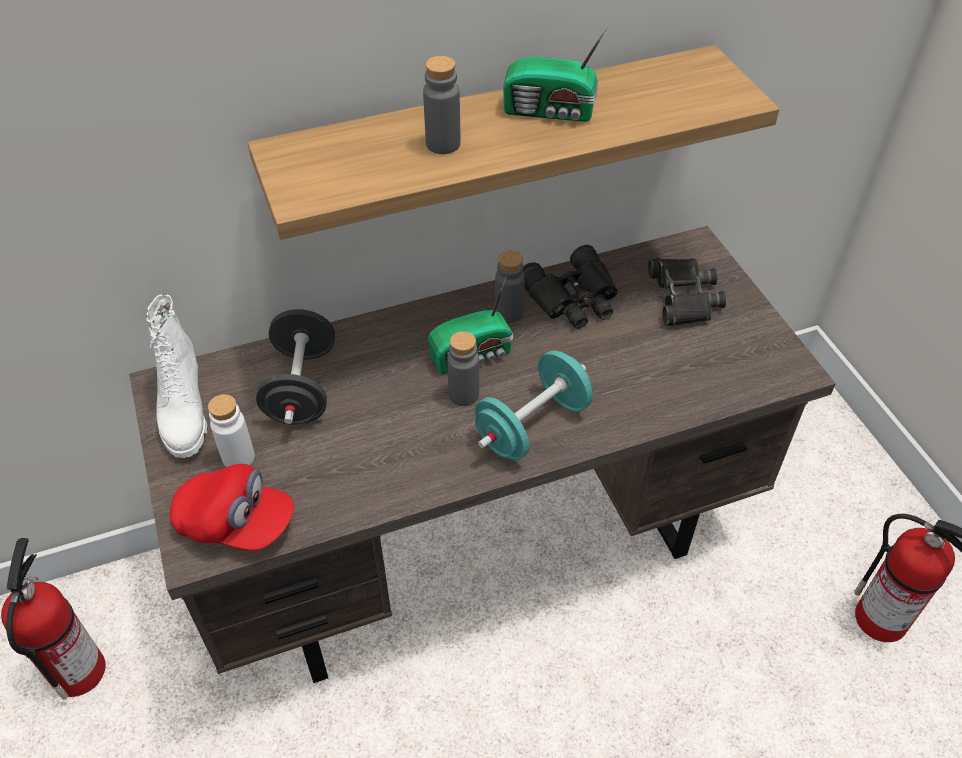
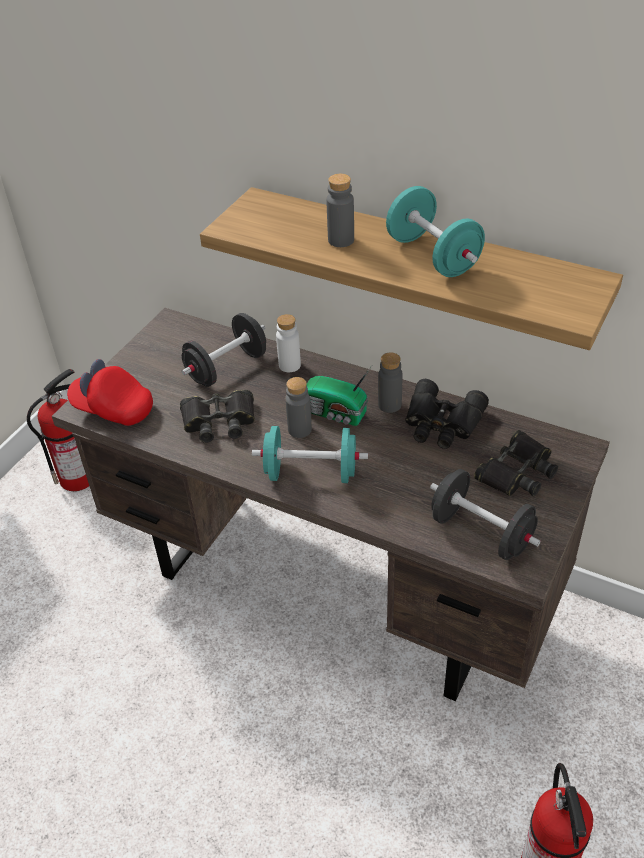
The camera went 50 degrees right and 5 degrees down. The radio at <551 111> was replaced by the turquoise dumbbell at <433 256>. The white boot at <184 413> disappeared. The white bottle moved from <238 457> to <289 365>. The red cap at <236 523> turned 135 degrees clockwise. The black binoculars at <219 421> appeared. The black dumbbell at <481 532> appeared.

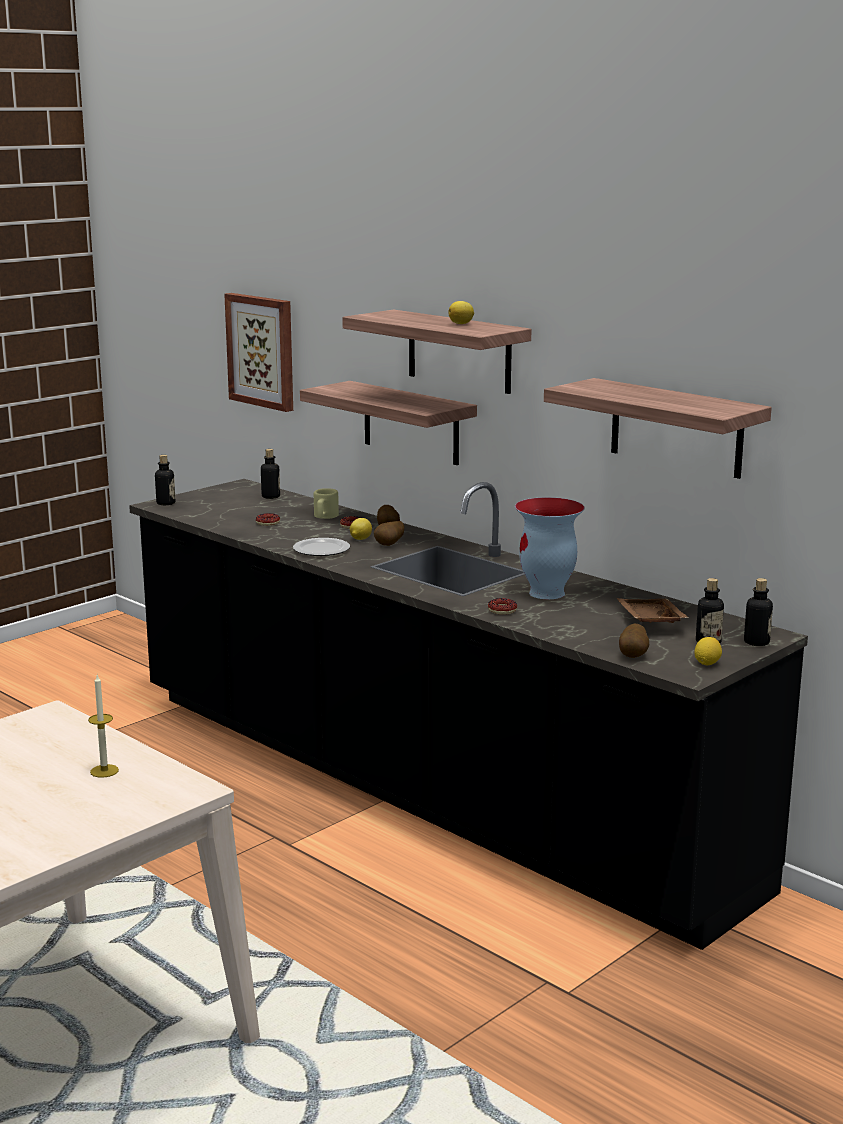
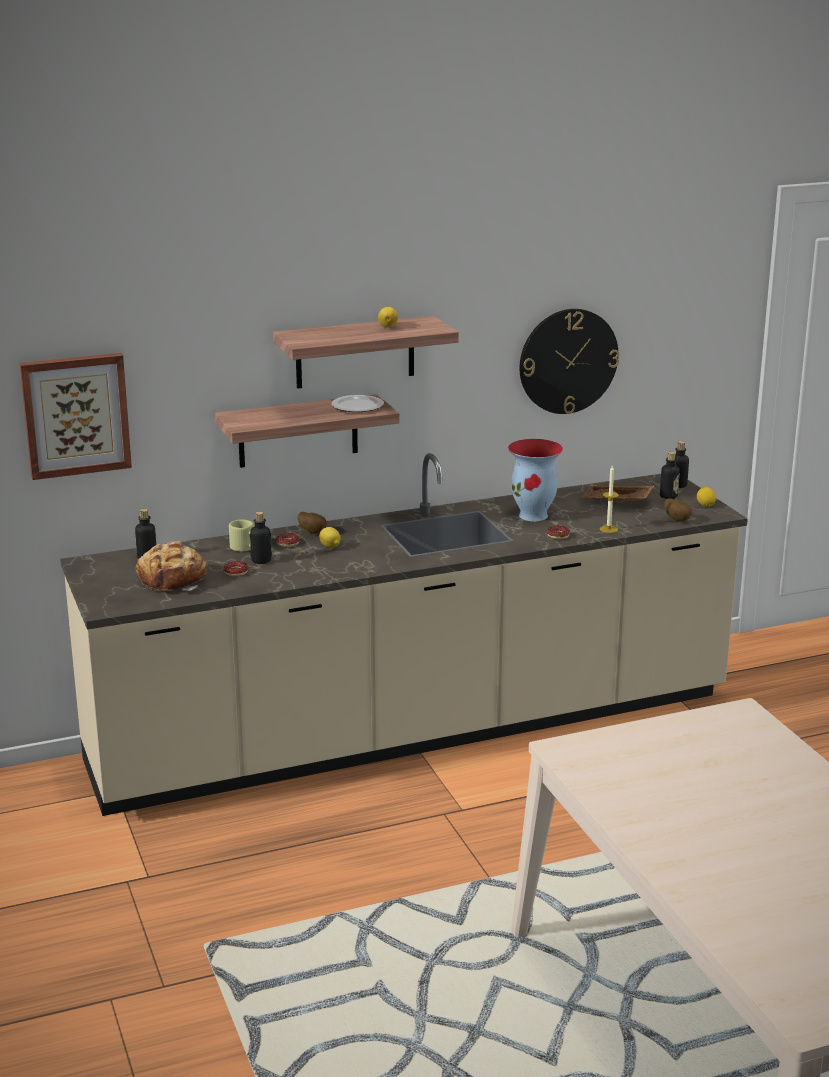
The camera went 65 degrees left and 5 degrees up. The shelf at <676 428> was replaced by the wall clock at <568 361>. The bottle moved from <166 503> to <261 560>. The black counter at <421 788> became the beige counter at <414 732>. The potato at <390 545> disappeared. The plate moved from <320 550> to <357 406>. The candle moved from <104 771> to <608 529>. The bread at <173 580> appeared.

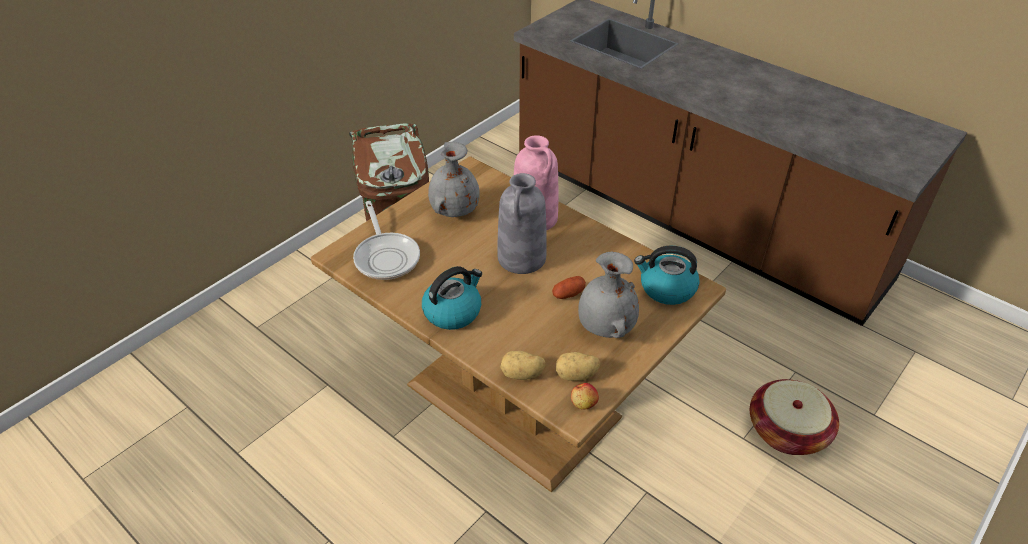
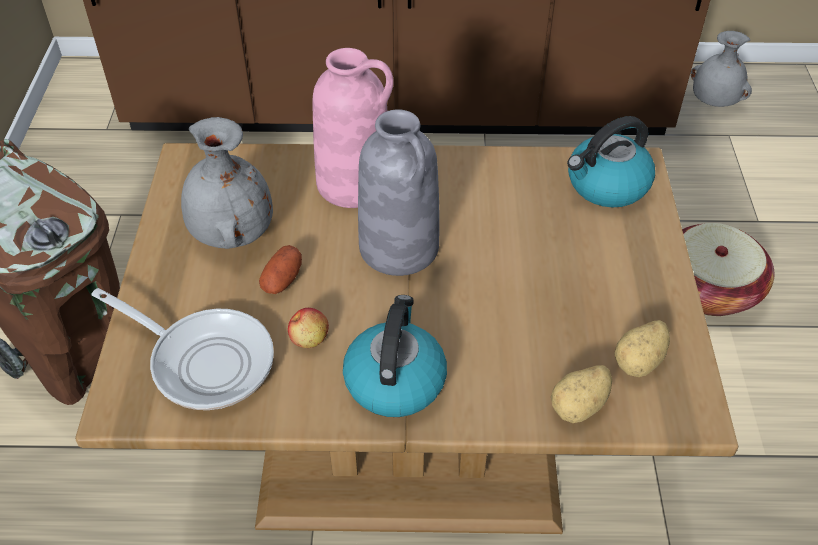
The camera went 40 degrees left and 5 degrees up. The grey vase moved from <605 327> to <714 102>. The potato moved from <568 294> to <282 280>. The apple moved from <583 403> to <309 338>.

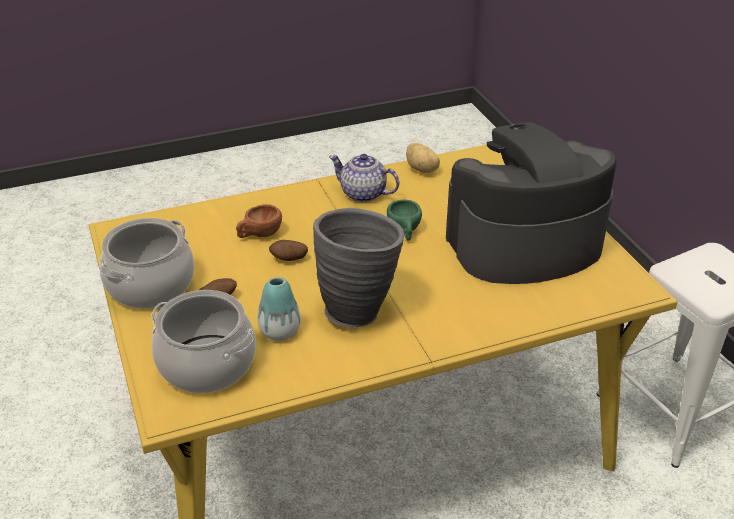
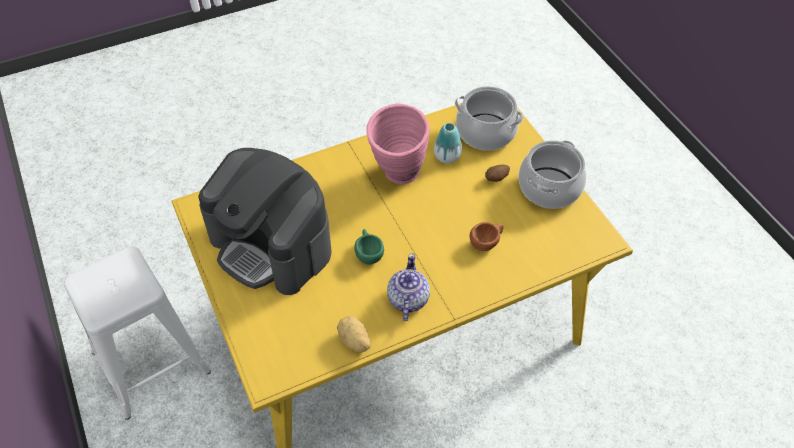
The camera went 175 degrees right and 15 degrees up. The coffee machine at <523 244> turned 60 degrees clockwise. The teapot at <363 194> turned 105 degrees counterclockwise. The grey vase at <358 309> became the pink vase at <397 177>. The potato at <289 259> disappeared.

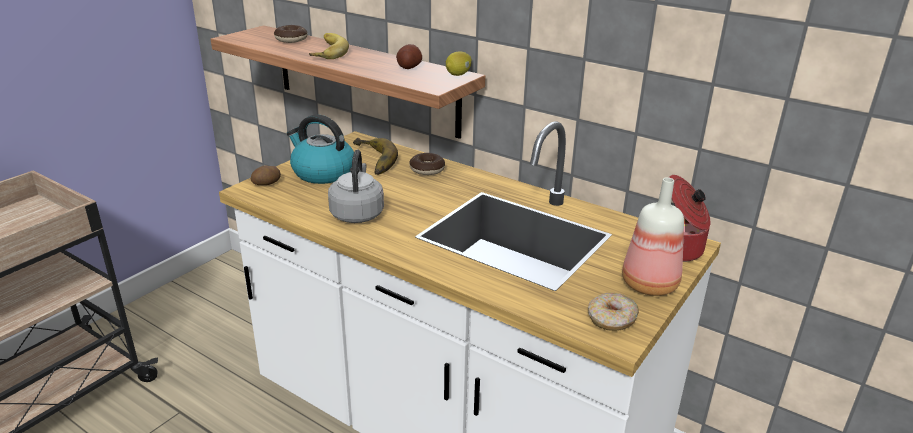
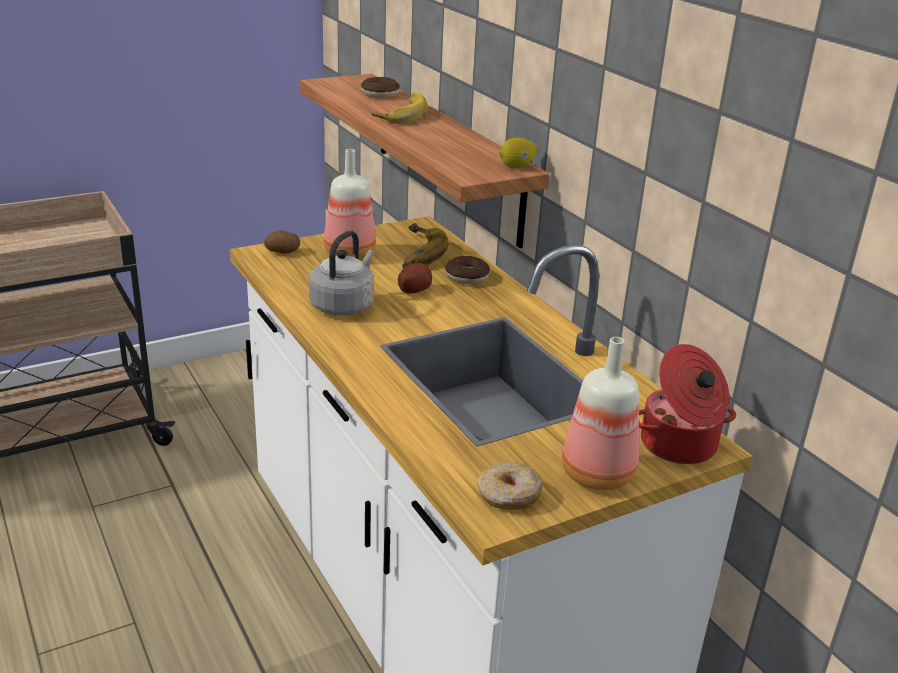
The camera went 25 degrees right and 0 degrees up. The potato moved from <409 67> to <414 290>. The kettle at <322 172> was replaced by the bottle at <349 253>.

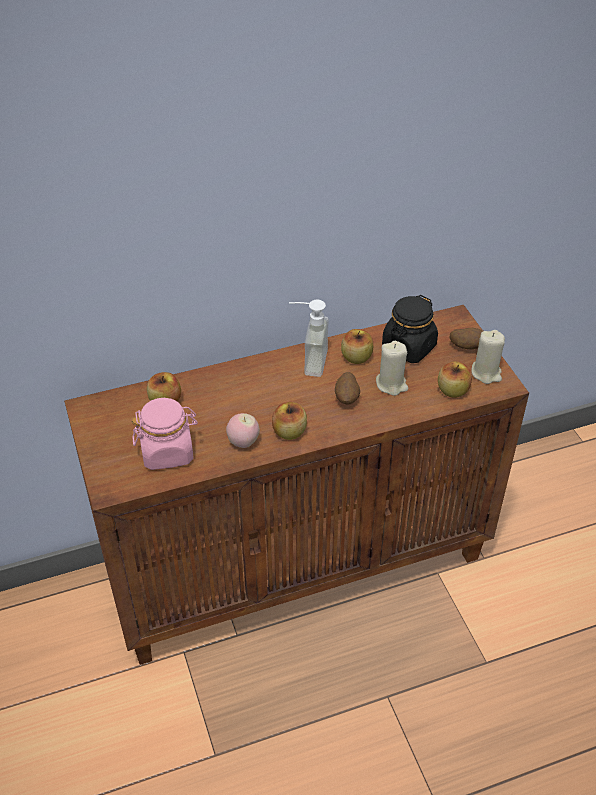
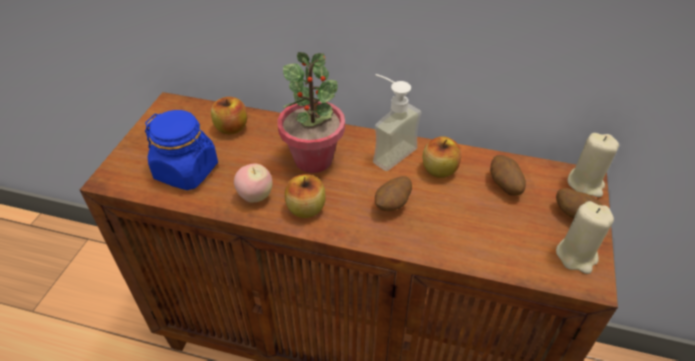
The camera went 35 degrees right and 0 degrees up. The black jar at <408 348> was replaced by the potato at <504 185>. The beige candle moved from <391 384> to <585 184>. The apple at <452 390> disappeared. The pink jar at <168 452> became the blue jar at <187 171>. The potted plant at <314 159> appeared.

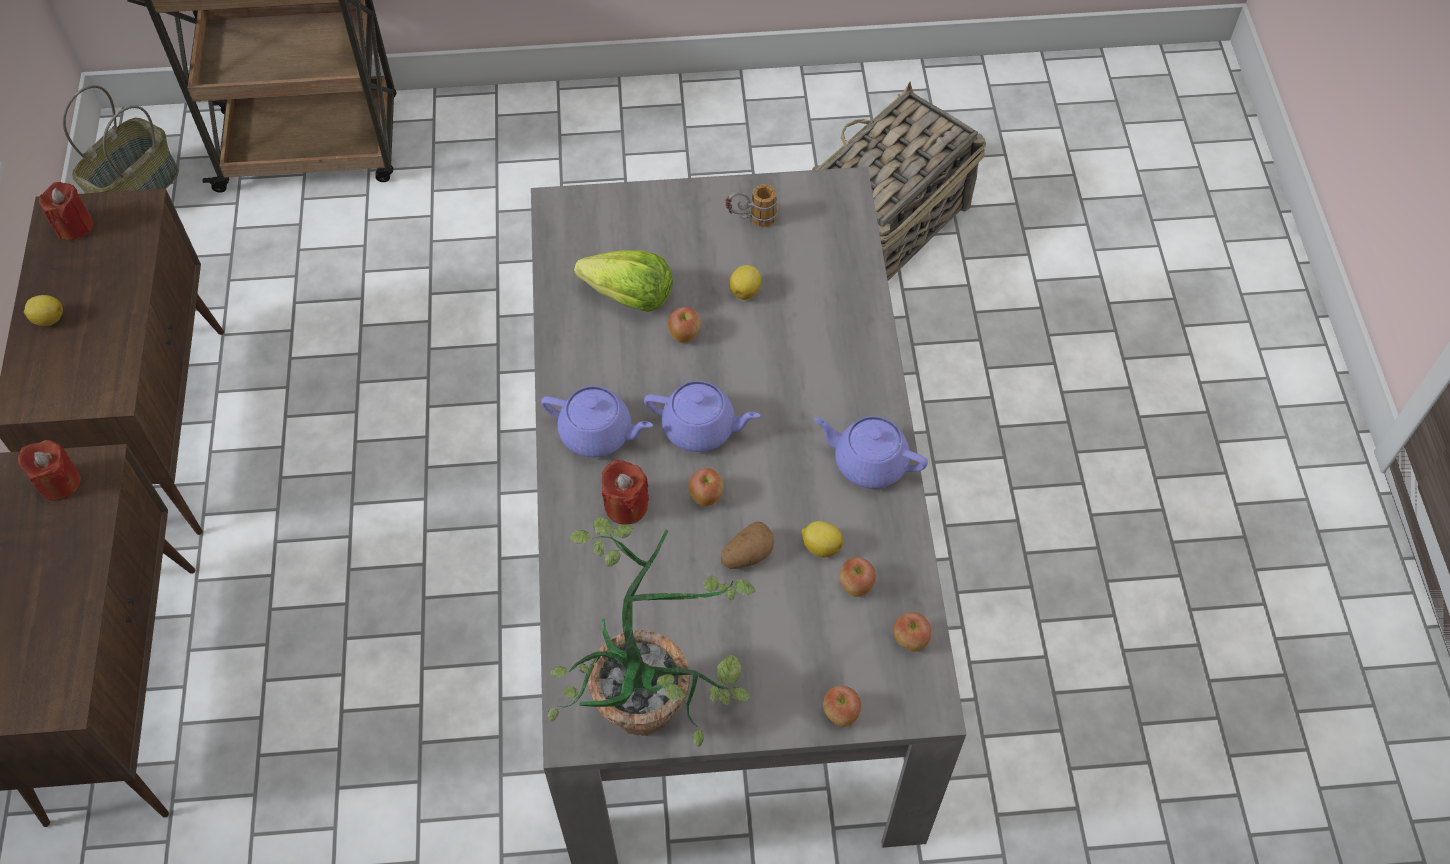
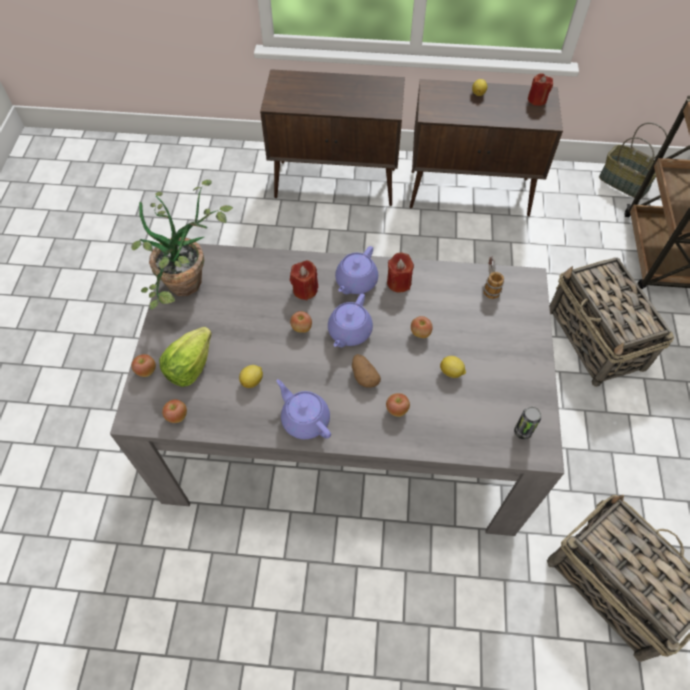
The camera went 100 degrees right and 0 degrees up. The mug moved from <751 220> to <490 285>. The lettuce moved from <629 297> to <190 366>. The purple teapot at <868 462> turned 75 degrees counterclockwise. The red candle moved from <59 483> to <399 282>. The potato moved from <746 555> to <364 376>. The apple moved from <855 585> to <397 410>. The basket at <596 340> appeared. The can at <522 431> appeared.

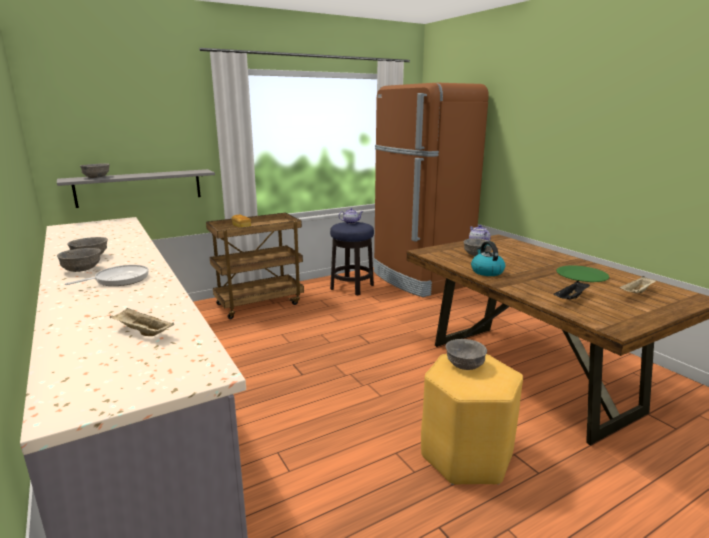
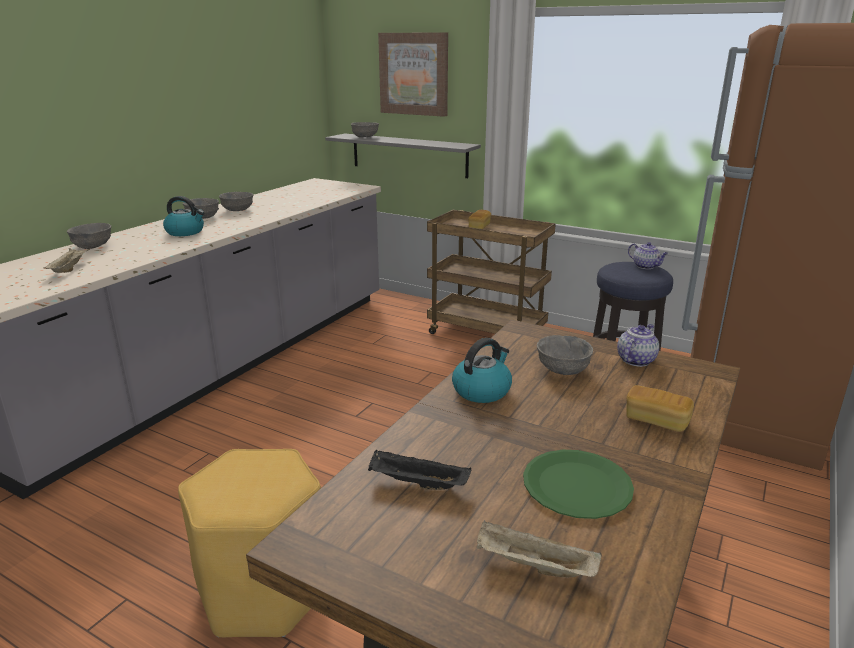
The camera went 60 degrees right and 5 degrees up. The frying pan at <119 279> was replaced by the kettle at <186 232>. The grey bowl moved from <465 365> to <93 246>. The picture at <414 74> appeared. The bread at <656 420> appeared.

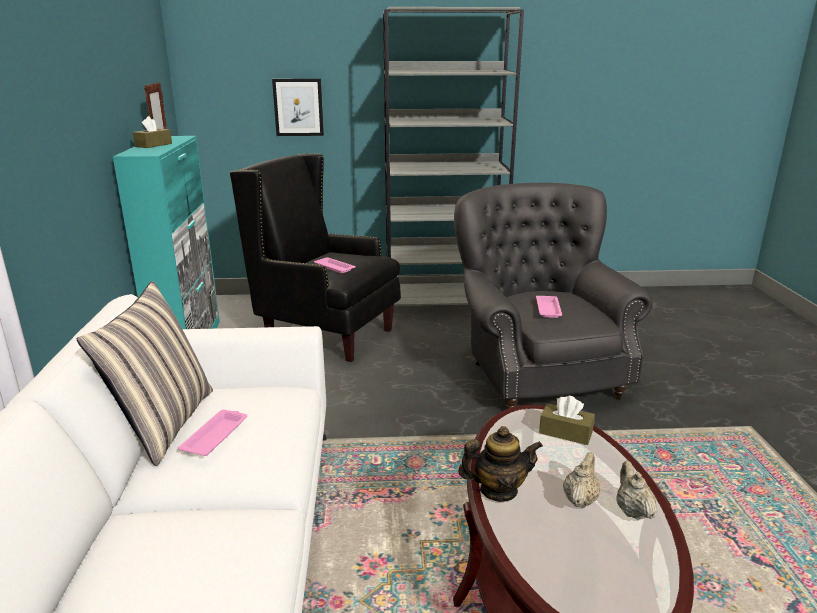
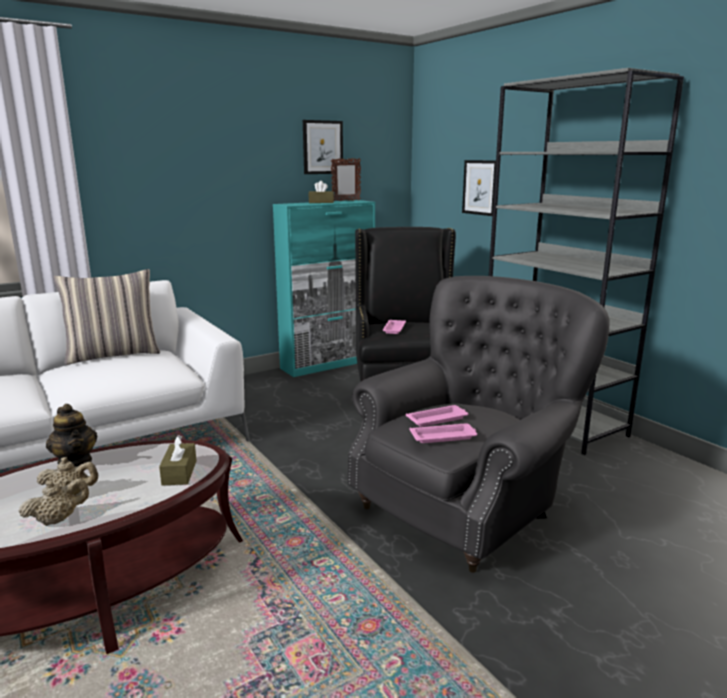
The camera went 60 degrees right and 5 degrees down. The pink tray moved from <216 436> to <444 437>. The picture at <322 147> appeared.

